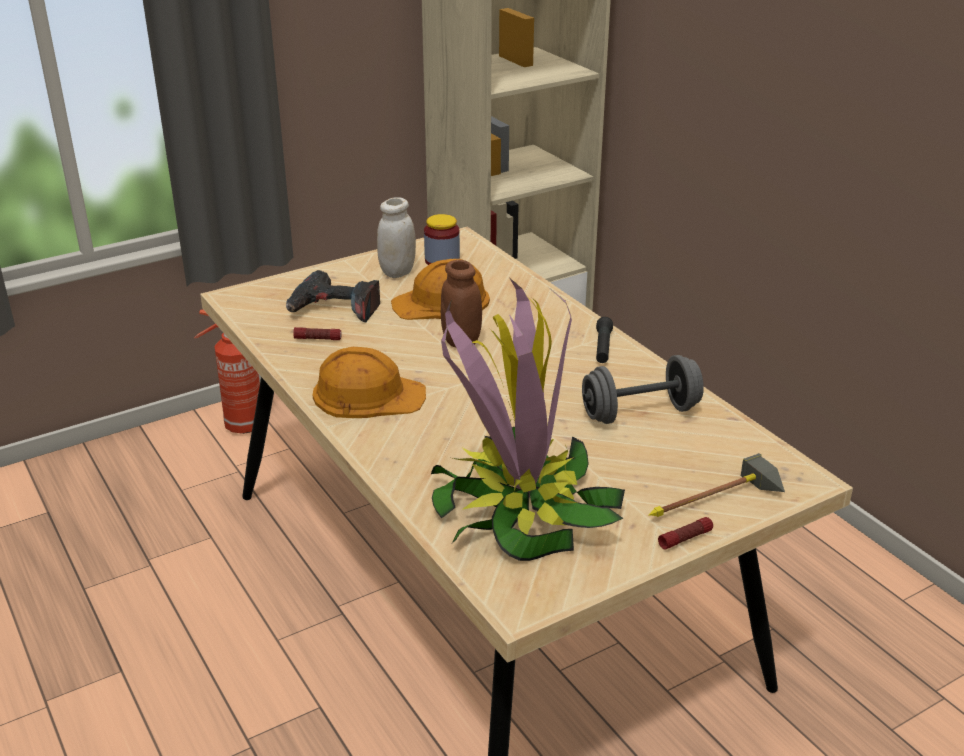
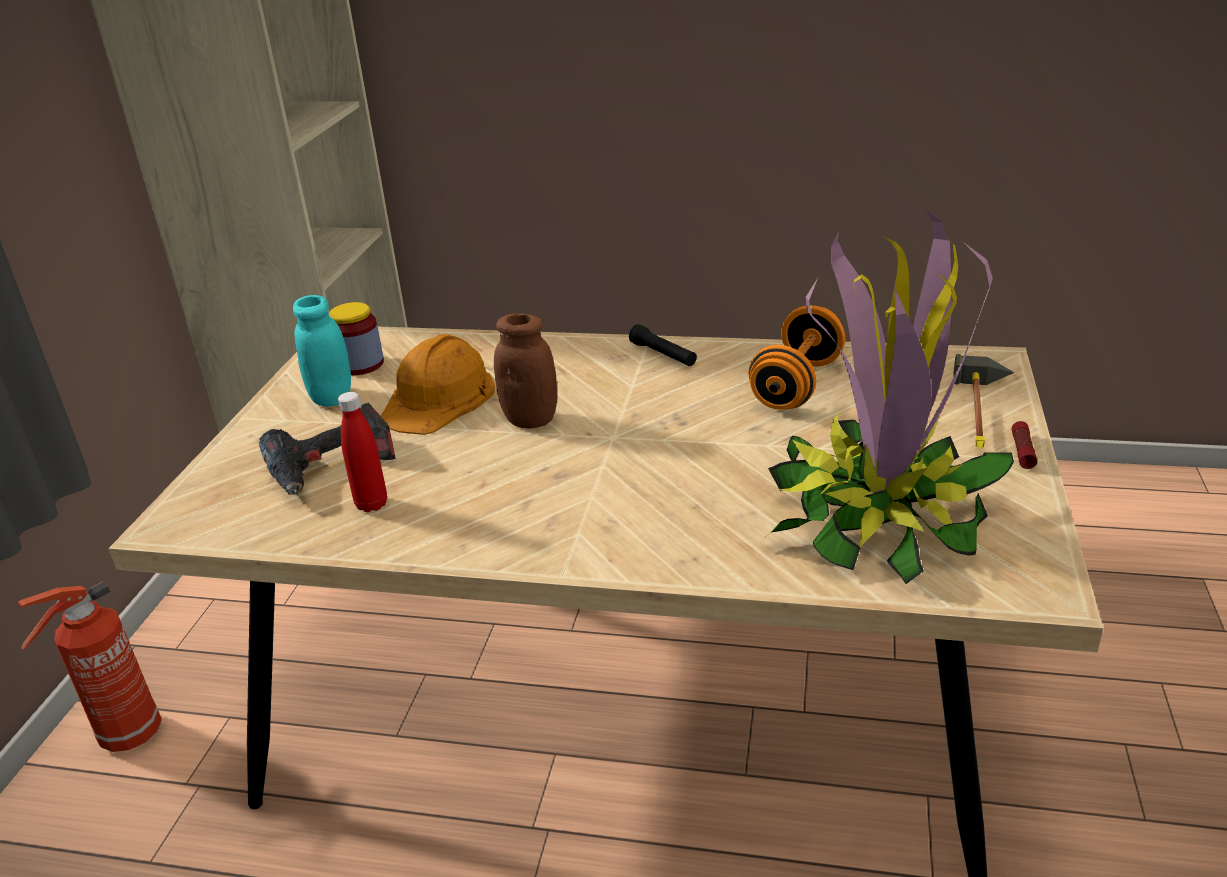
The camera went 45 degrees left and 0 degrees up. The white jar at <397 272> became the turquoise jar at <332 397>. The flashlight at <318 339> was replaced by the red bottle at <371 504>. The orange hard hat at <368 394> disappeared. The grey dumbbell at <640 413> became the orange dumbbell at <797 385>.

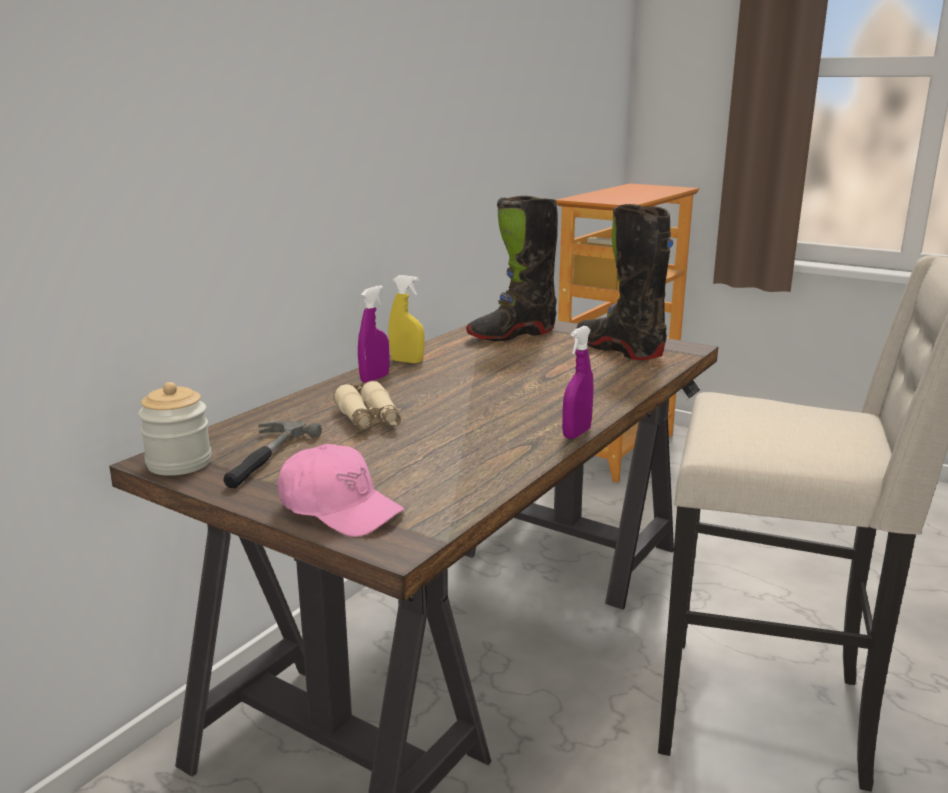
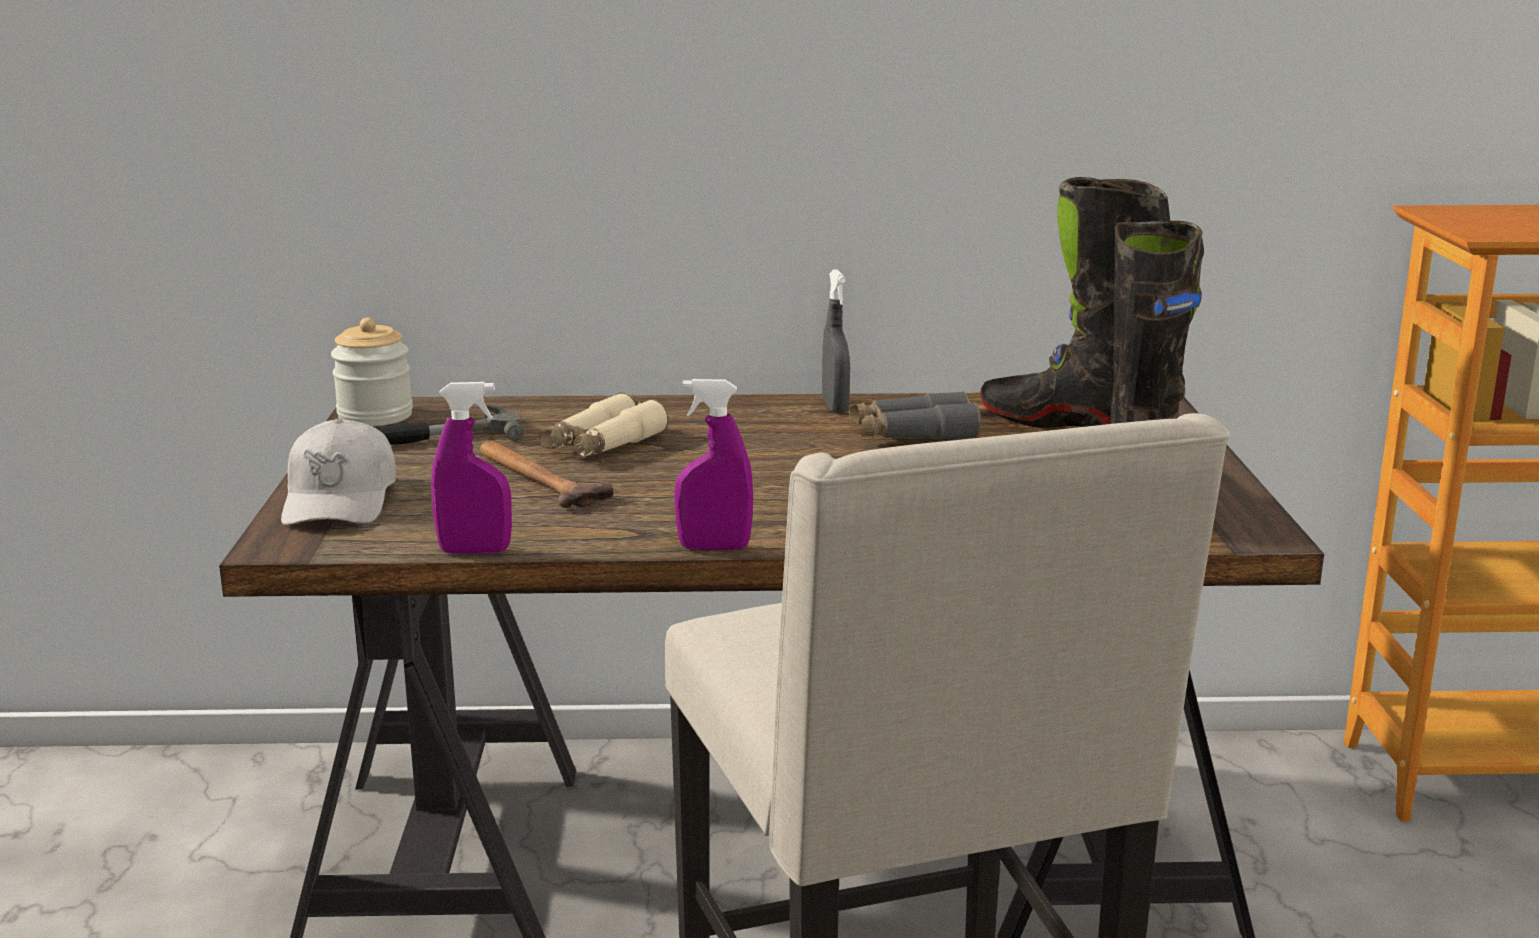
The camera went 55 degrees right and 0 degrees up. The yellow spray bottle at <407 361> became the grey spray bottle at <835 406>. The purple spray bottle moved from <375 379> to <475 551>. The pink cap at <339 508> became the white cap at <341 500>. The grey binoculars at <912 434> appeared. The hammer at <538 479> appeared.

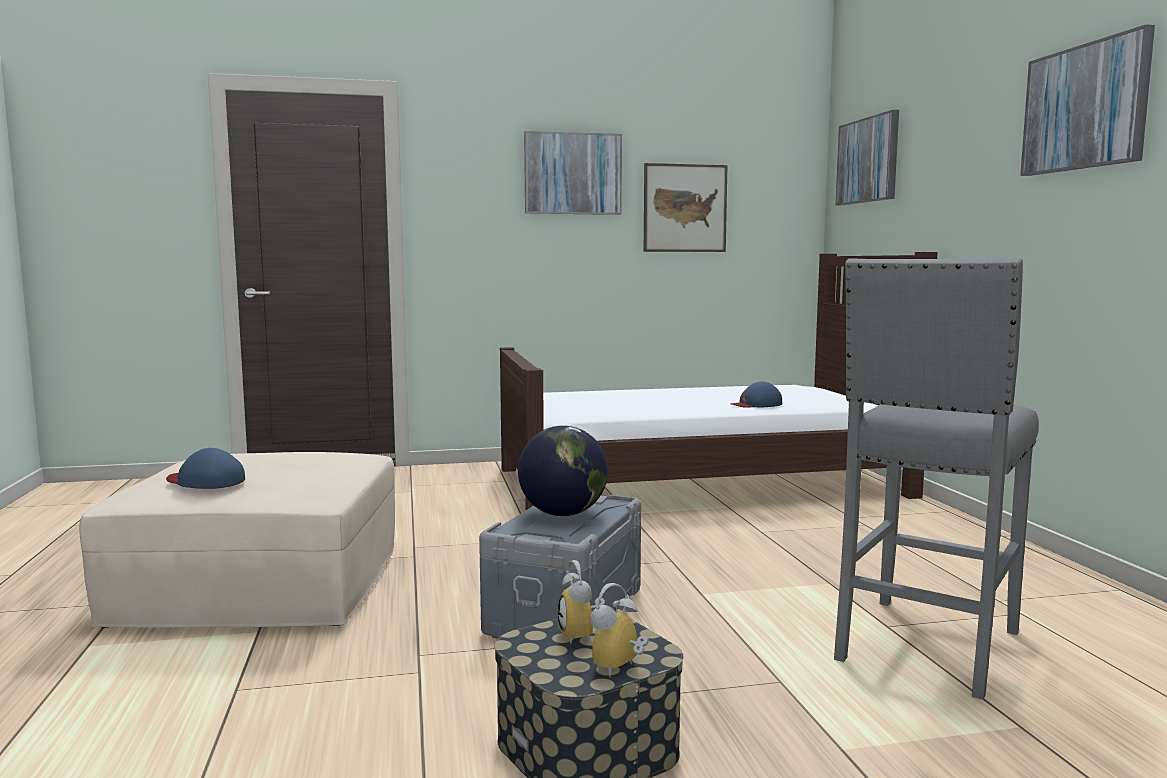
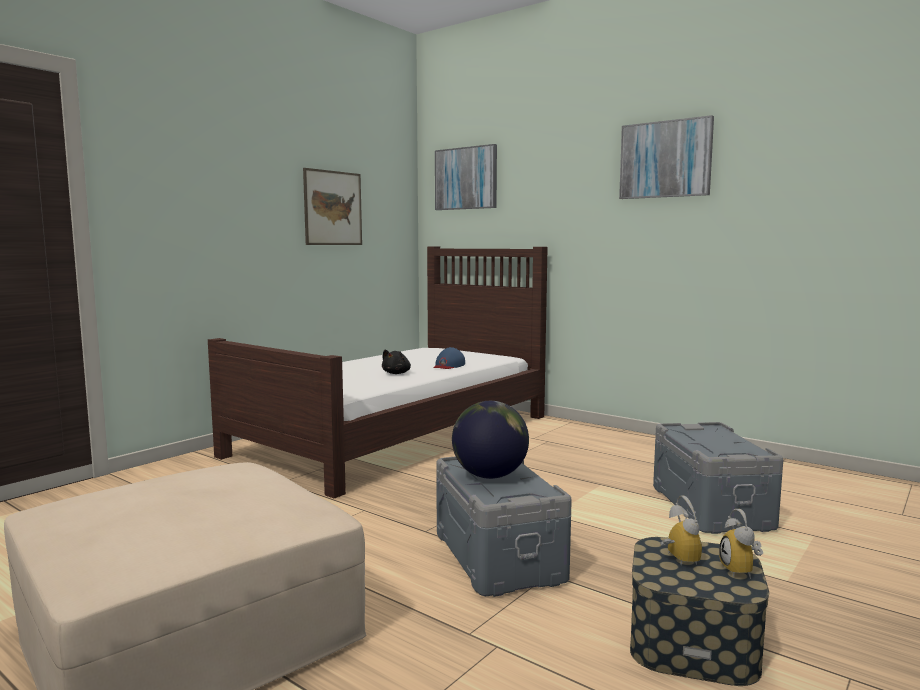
The camera went 40 degrees left and 0 degrees up. The picture at <572 174> disappeared. The grey stool at <925 647> was replaced by the grey storage box at <709 507>. The blue cap at <205 481> disappeared. The alarm clock at <583 636> turned 135 degrees counterclockwise. The black plush toy at <397 373> appeared.

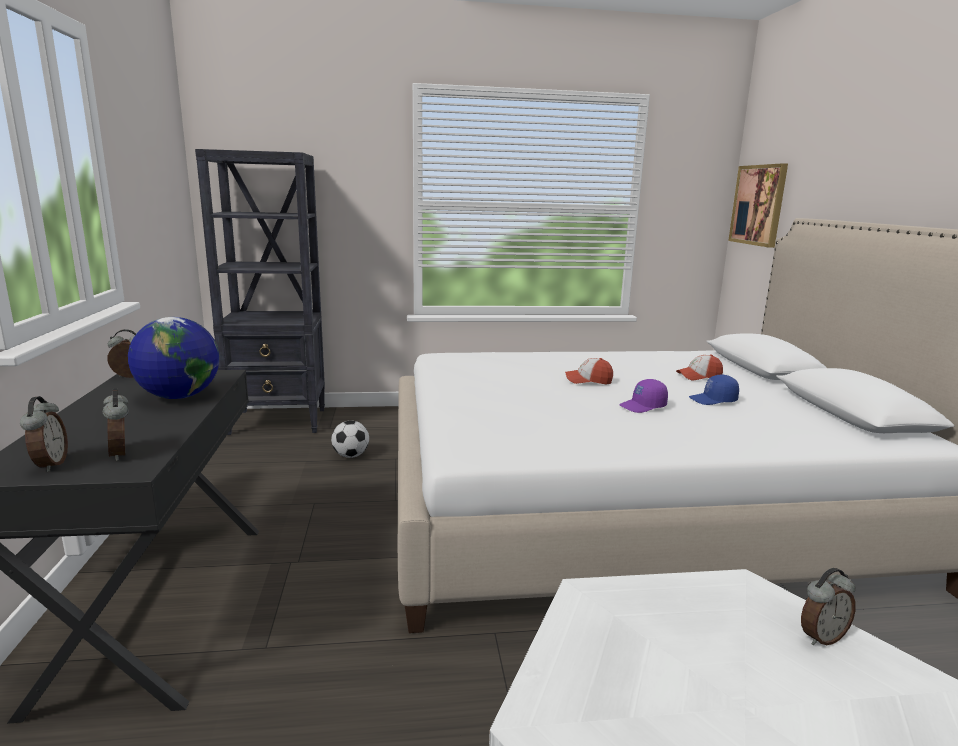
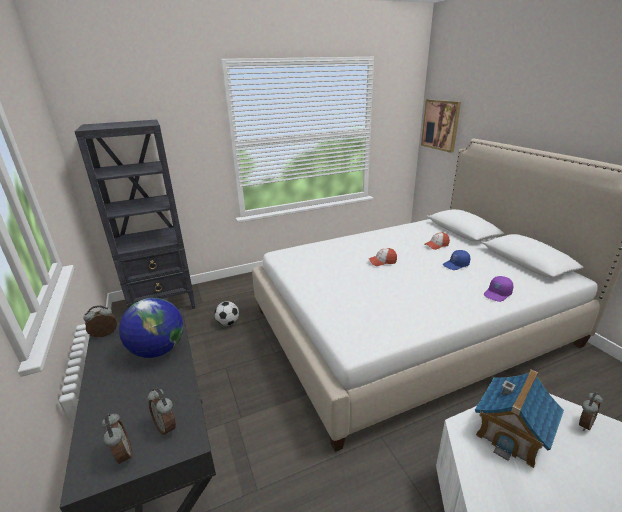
The camera went 15 degrees left and 10 degrees up. The purple cap moved from <643 406> to <497 294>. The toy house at <511 432> appeared.

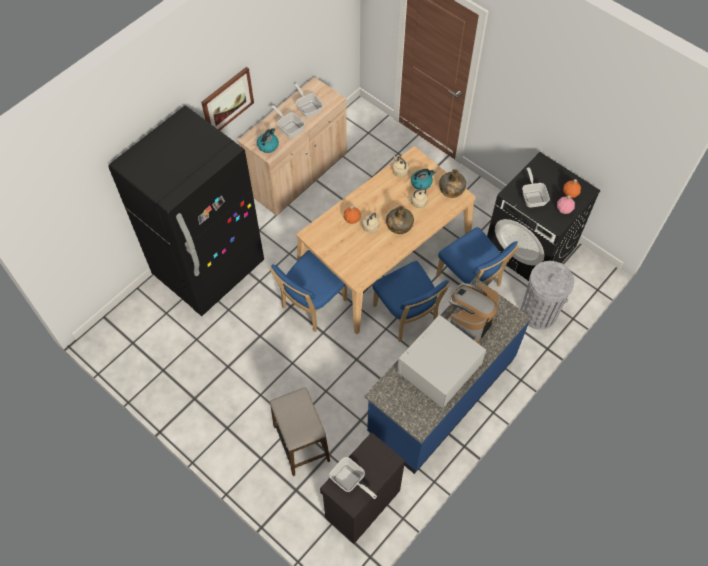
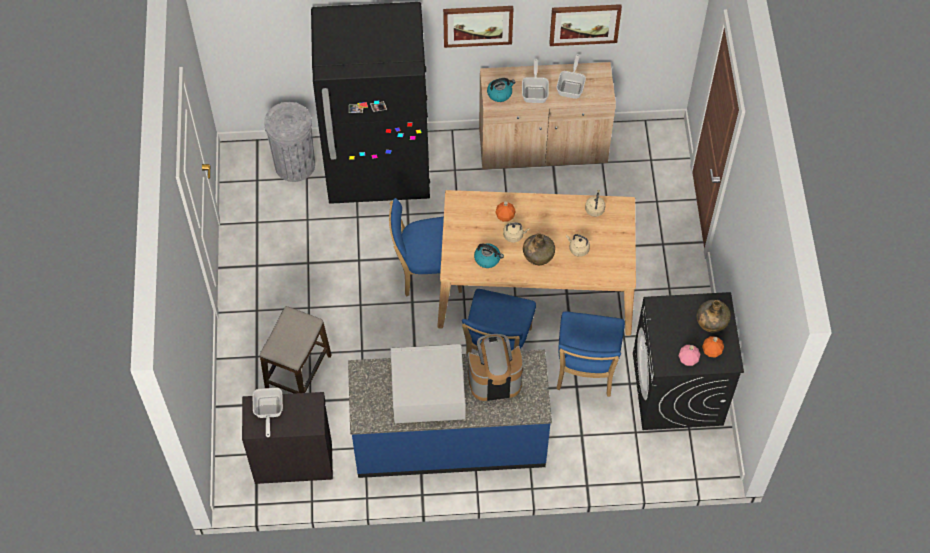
The camera went 45 degrees right and 0 degrees up. The frying pan at <533 196> disappeared. The kettle moved from <421 182> to <488 259>. The green bottle moved from <451 190> to <711 321>. The grey trash can moved from <538 313> to <294 164>. The picture at <584 24> appeared.

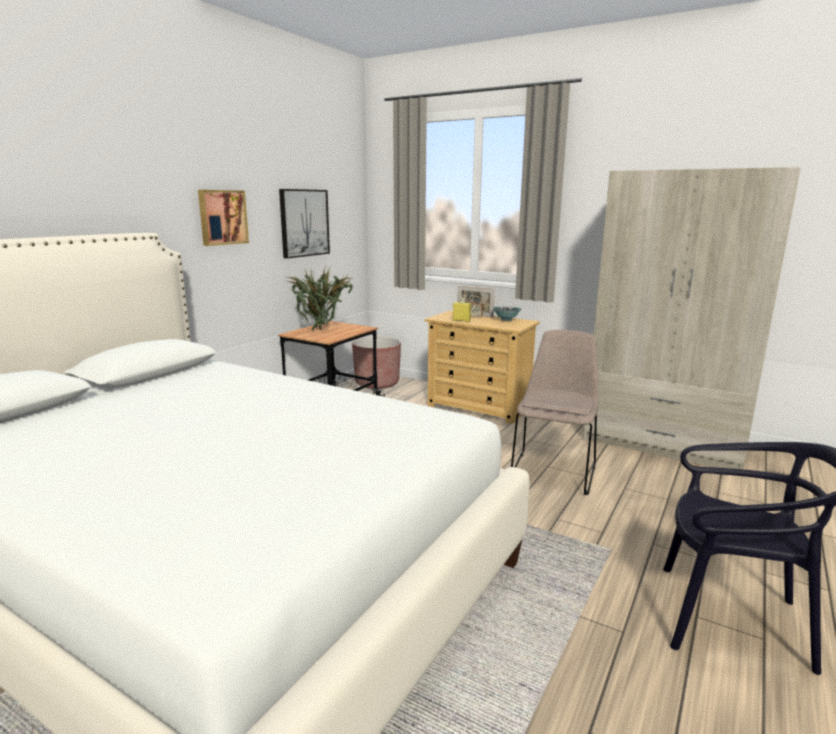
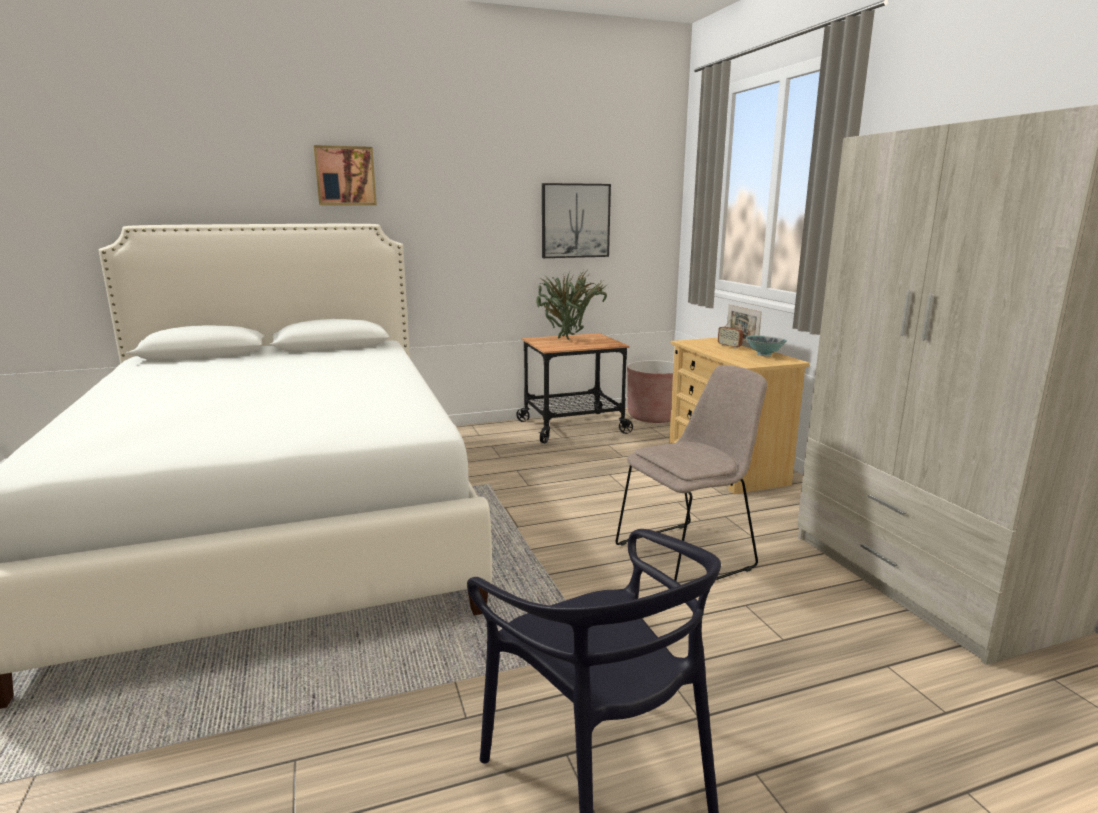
The camera went 40 degrees right and 0 degrees up. The picture moved from <222 217> to <345 176>. The yellow bottle at <461 321> disappeared.

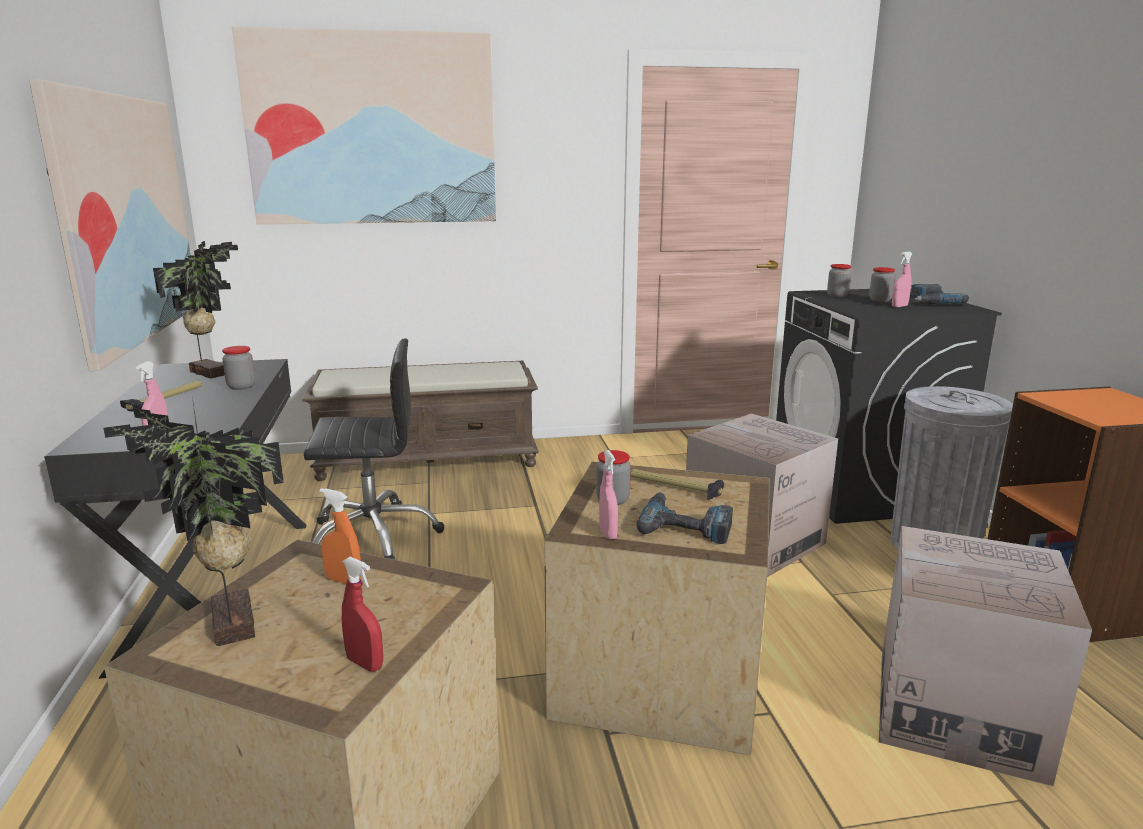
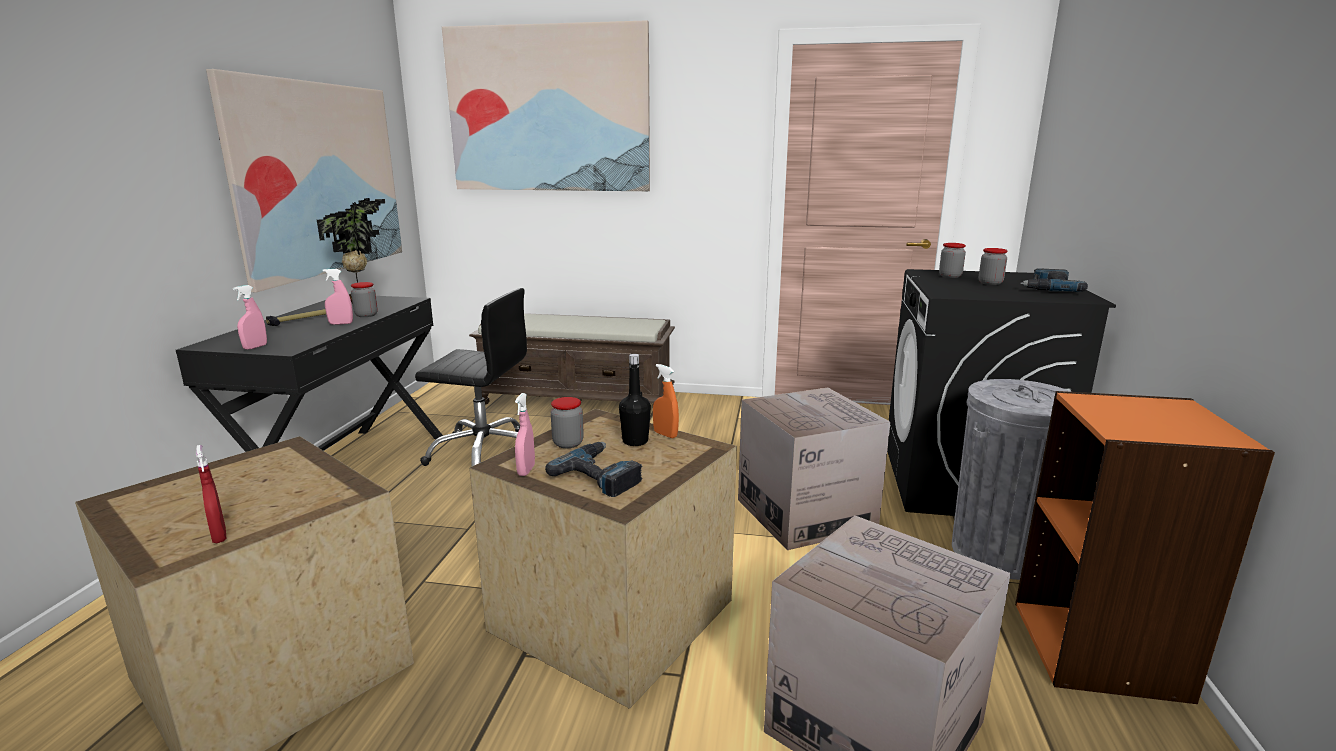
The camera went 20 degrees right and 0 degrees up. The pink spray bottle moved from <899 306> to <341 324>. The potted plant at <228 626> disappeared. The hammer at <674 488> was replaced by the black bottle at <635 441>. The orange spray bottle moved from <343 581> to <665 434>.

